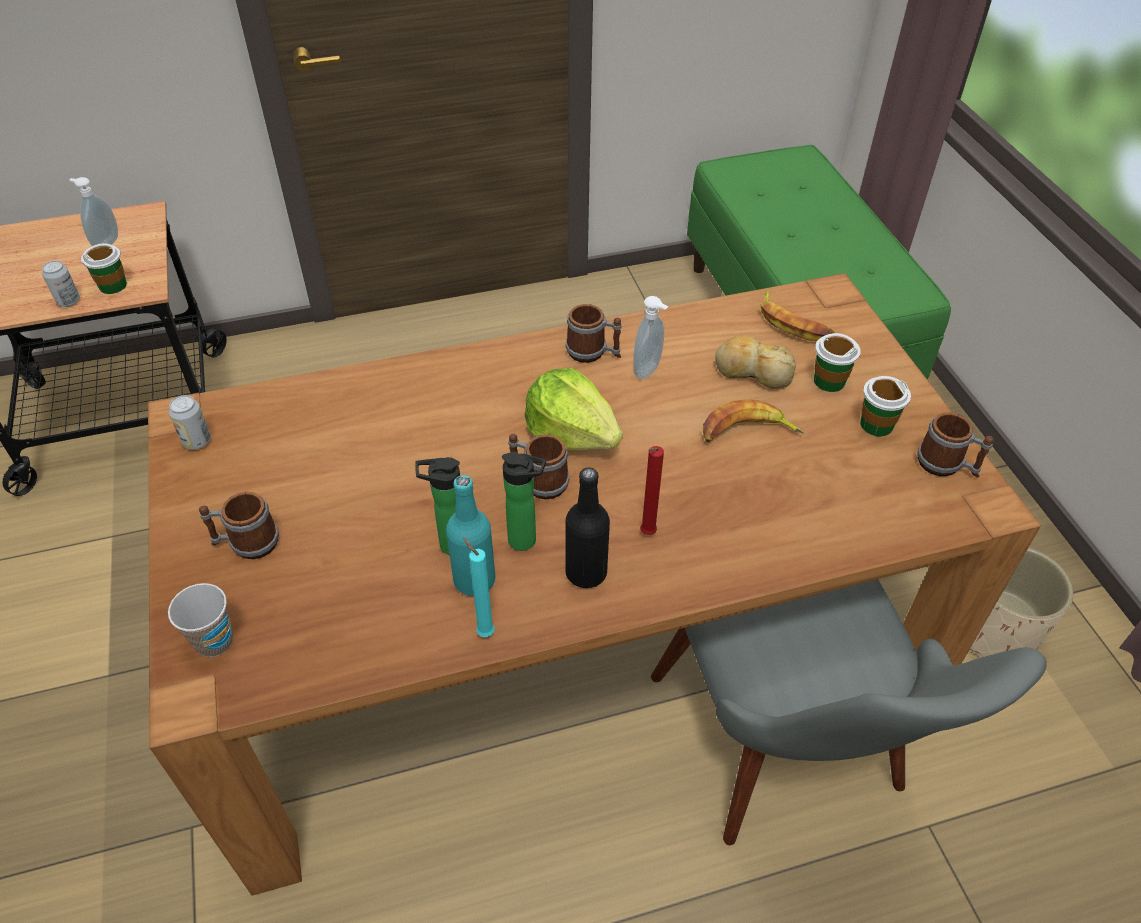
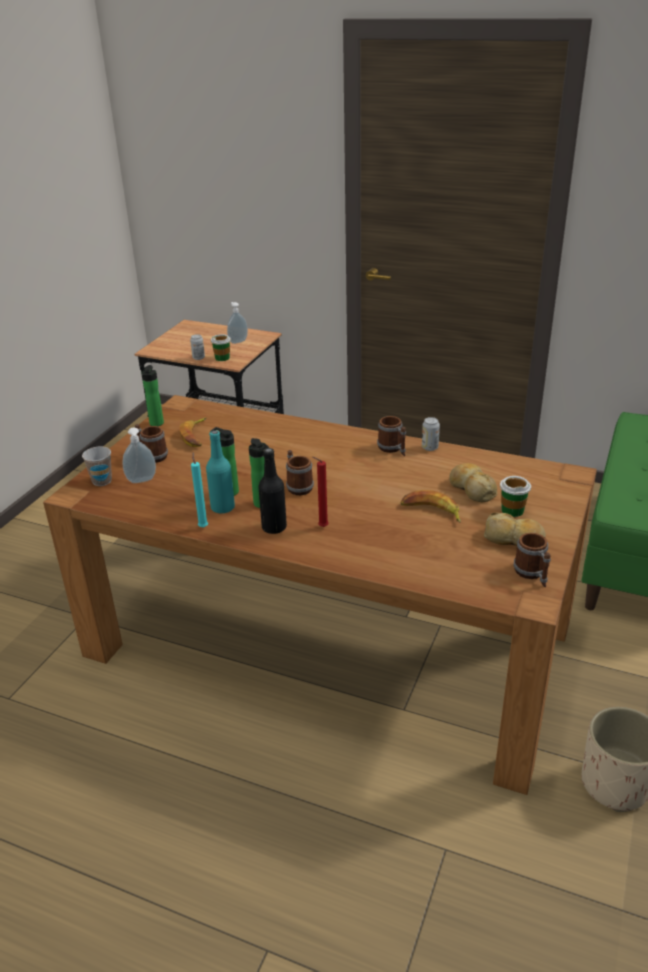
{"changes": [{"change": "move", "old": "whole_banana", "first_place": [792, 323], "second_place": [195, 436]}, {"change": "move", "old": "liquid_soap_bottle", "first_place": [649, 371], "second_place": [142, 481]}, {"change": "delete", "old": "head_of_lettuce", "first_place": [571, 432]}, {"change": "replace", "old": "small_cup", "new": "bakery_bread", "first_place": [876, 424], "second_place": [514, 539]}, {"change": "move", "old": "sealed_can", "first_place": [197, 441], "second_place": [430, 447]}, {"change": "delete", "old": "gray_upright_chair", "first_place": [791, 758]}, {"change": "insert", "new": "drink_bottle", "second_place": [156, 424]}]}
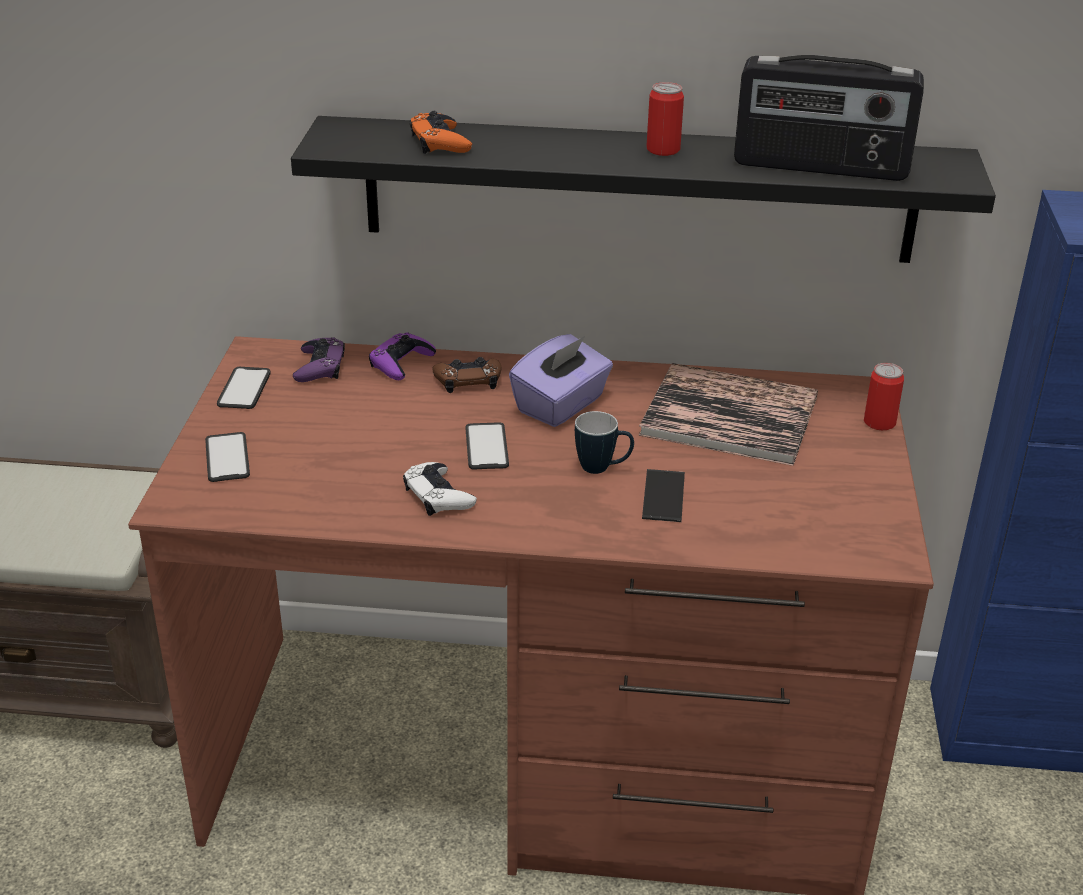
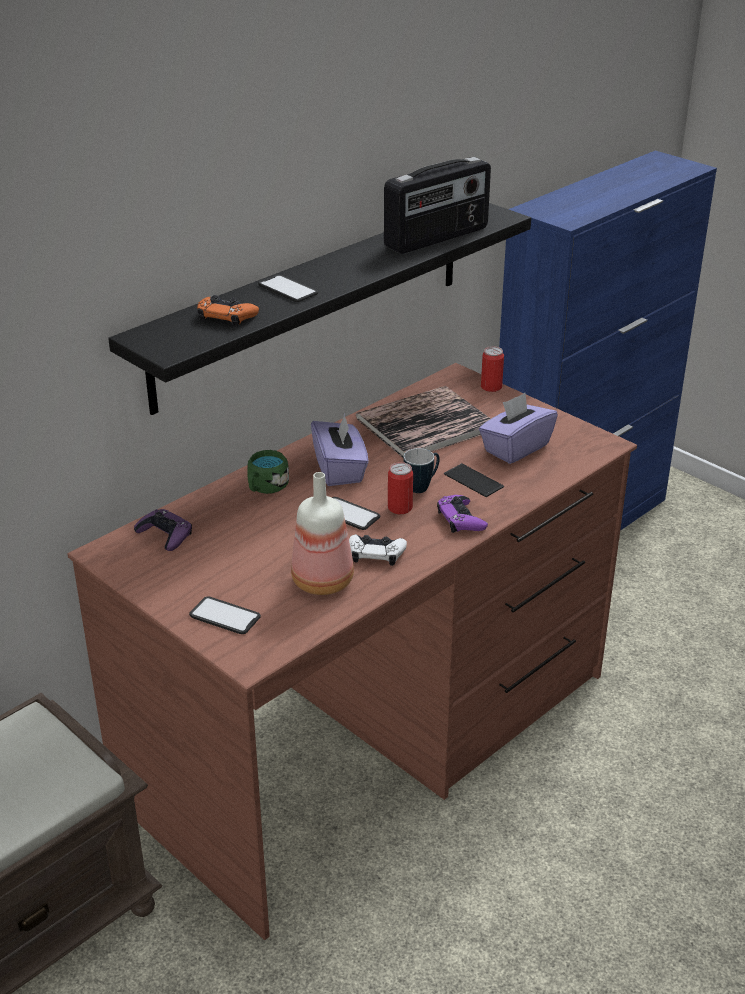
{"changes": [{"change": "move", "old": "sealed_can", "first_place": [663, 150], "second_place": [400, 508]}, {"change": "move", "old": "purple_gamepad", "first_place": [401, 363], "second_place": [461, 519]}, {"change": "replace", "old": "brown_gamepad", "new": "greenish_mug", "first_place": [468, 380], "second_place": [265, 488]}, {"change": "move", "old": "telephone", "first_place": [244, 389], "second_place": [288, 289]}, {"change": "insert", "new": "purple_tissue_holder", "second_place": [515, 448]}, {"change": "insert", "new": "drink_bottle", "second_place": [323, 580]}]}
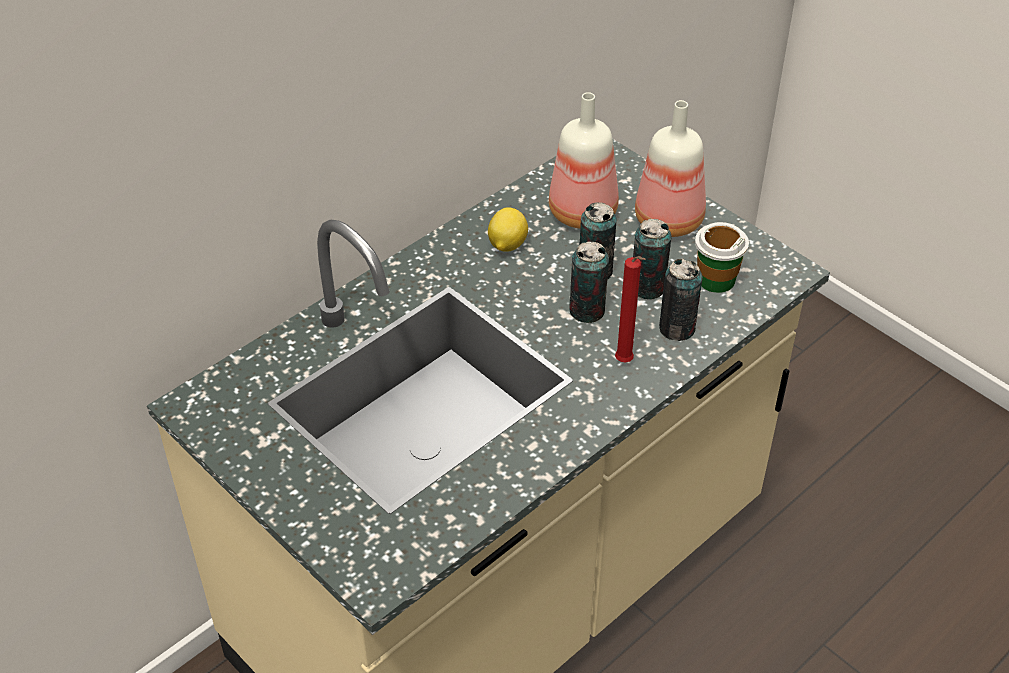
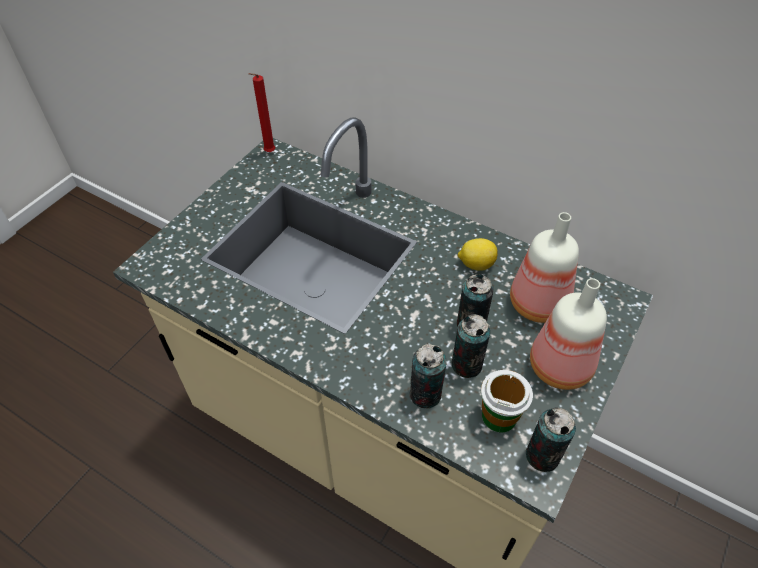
{"changes": [{"change": "move", "old": "sealed_can", "first_place": [587, 311], "second_place": [542, 456]}, {"change": "move", "old": "red-coloured_wax_light", "first_place": [625, 363], "second_place": [268, 153]}]}
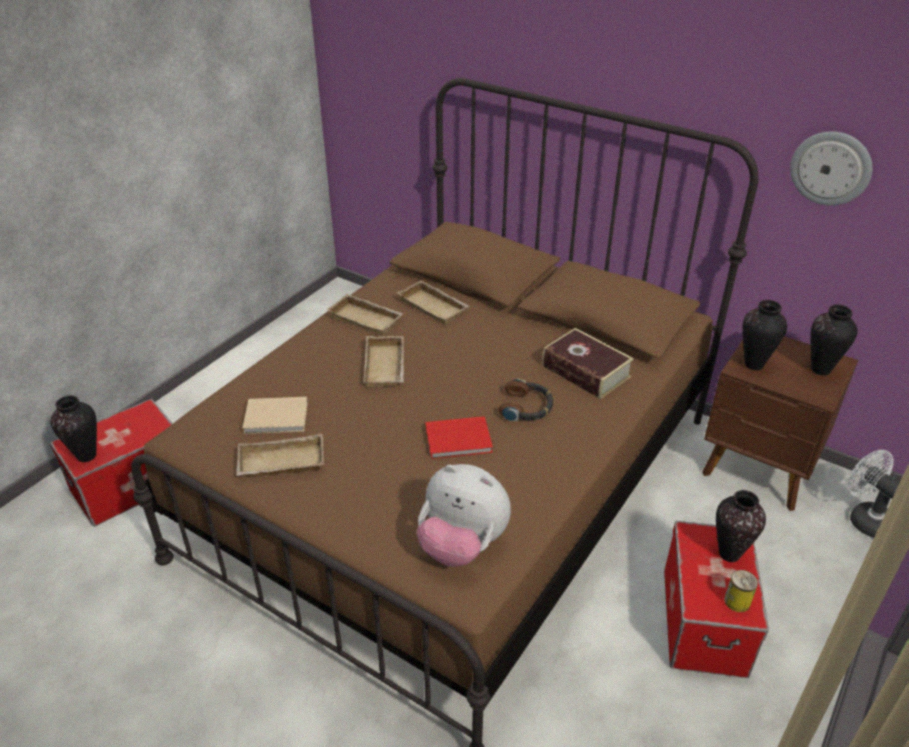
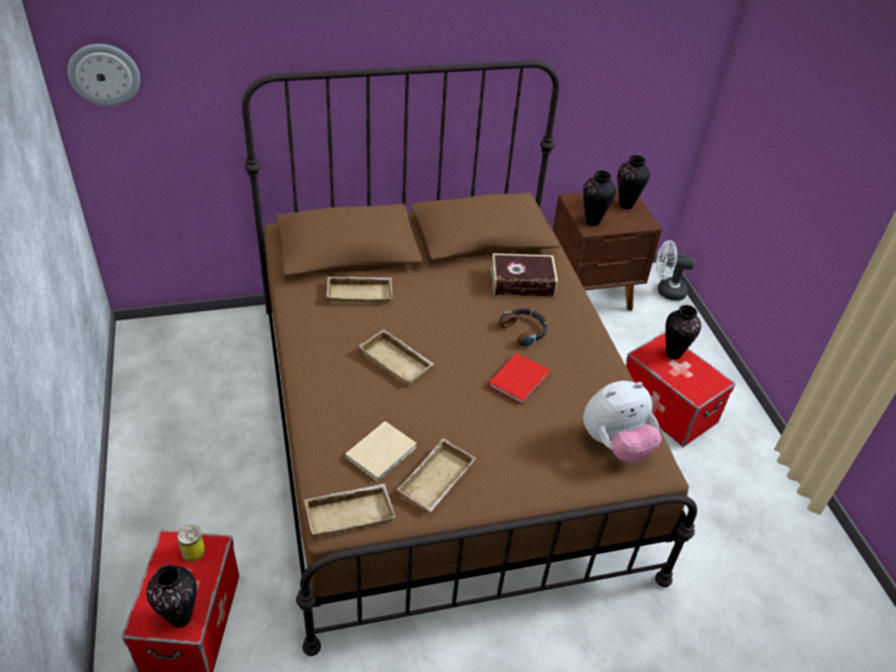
{"changes": [{"change": "move", "old": "hanging_clock", "first_place": [831, 168], "second_place": [104, 74]}, {"change": "move", "old": "beige_serving_tray", "first_place": [367, 318], "second_place": [350, 512]}, {"change": "move", "old": "sealed_can", "first_place": [737, 601], "second_place": [193, 552]}]}
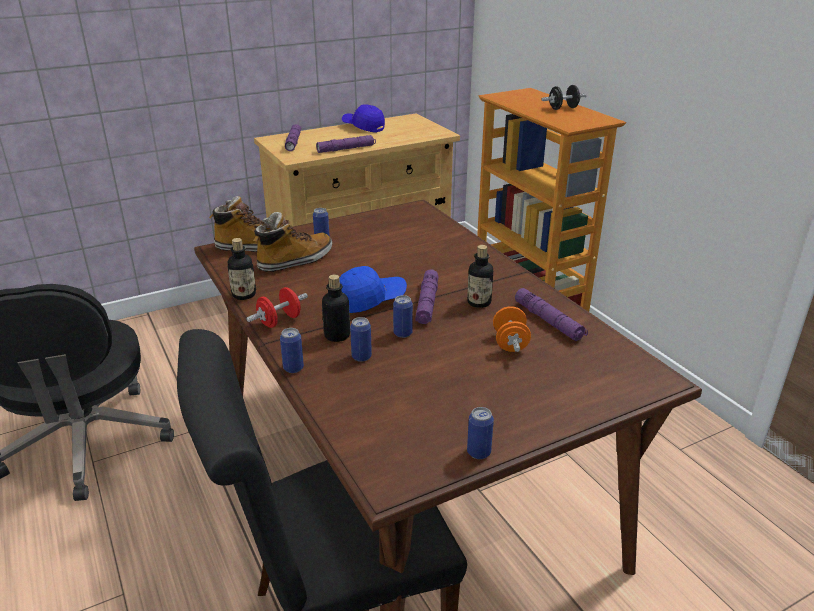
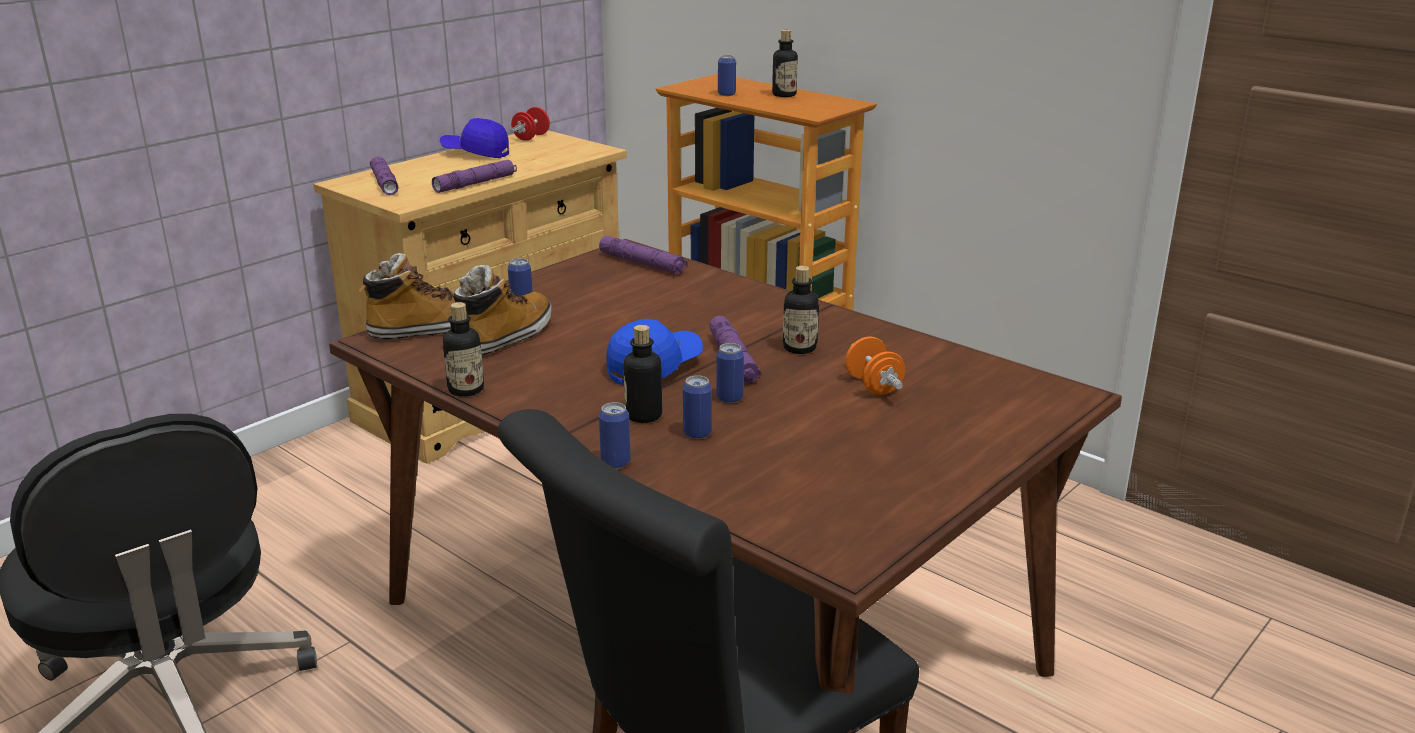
{"changes": [{"change": "replace", "old": "black_hand_weight", "new": "drink_bottle", "first_place": [563, 108], "second_place": [784, 95]}, {"change": "move", "old": "red-coloured_hand_weight", "first_place": [279, 321], "second_place": [531, 137]}, {"change": "move", "old": "purple_torch", "first_place": [548, 321], "second_place": [642, 264]}, {"change": "move", "old": "sealed_can", "first_place": [478, 452], "second_place": [726, 94]}]}
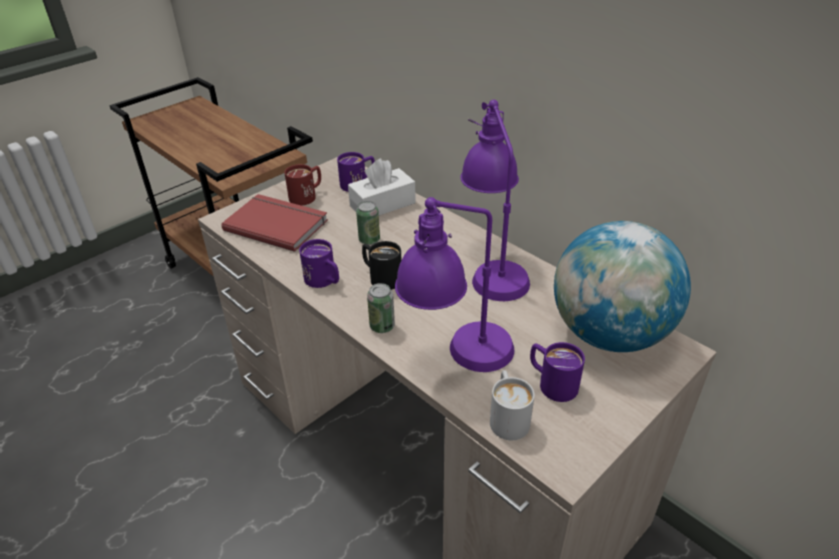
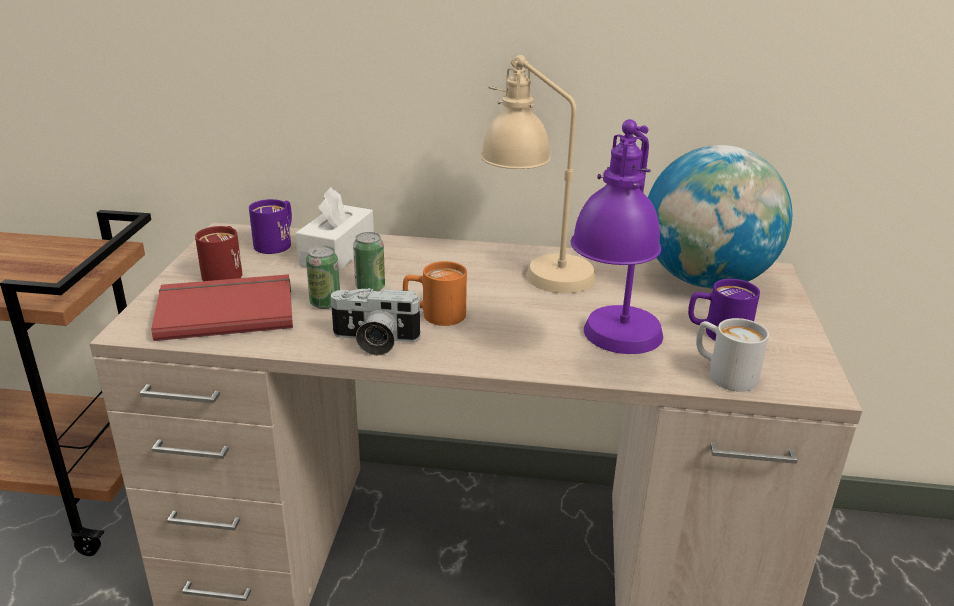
{"changes": [{"change": "recolor", "old": "purple_table_lamp", "new": "beige_table_lamp", "first_place": [491, 267], "second_place": [534, 268]}, {"change": "replace", "old": "purple_mug", "new": "still_camera", "first_place": [324, 281], "second_place": [374, 341]}, {"change": "recolor", "old": "black_mug", "new": "orange_mug", "first_place": [380, 277], "second_place": [434, 315]}, {"change": "move", "old": "sealed_can", "first_place": [382, 326], "second_place": [325, 303]}]}
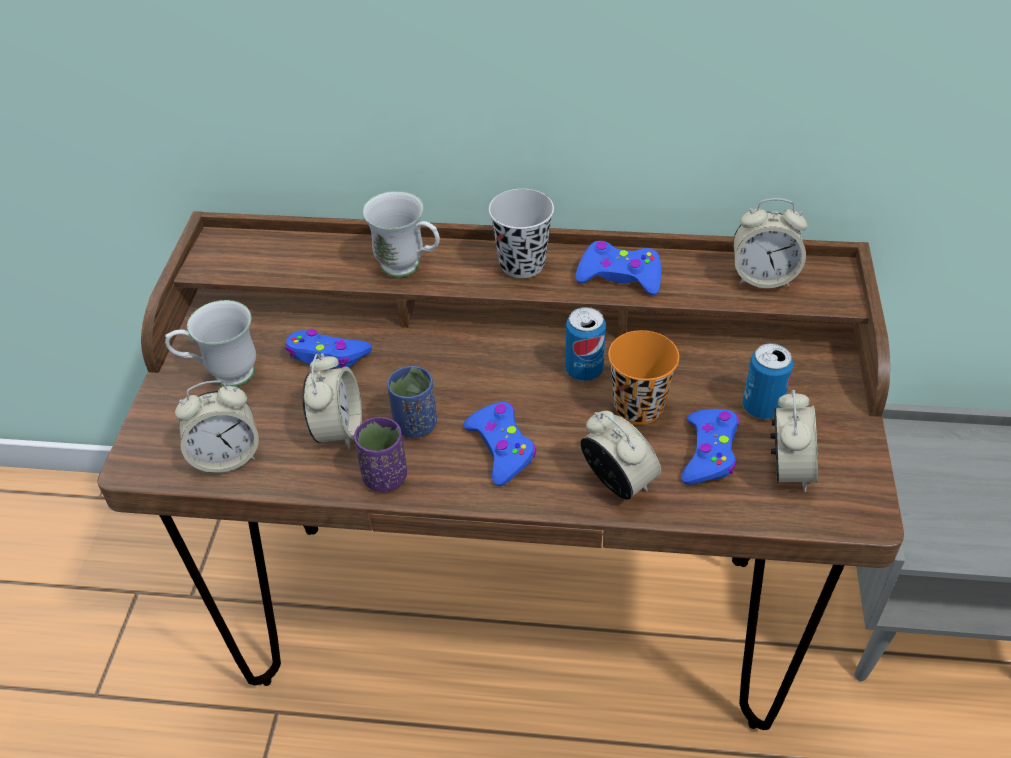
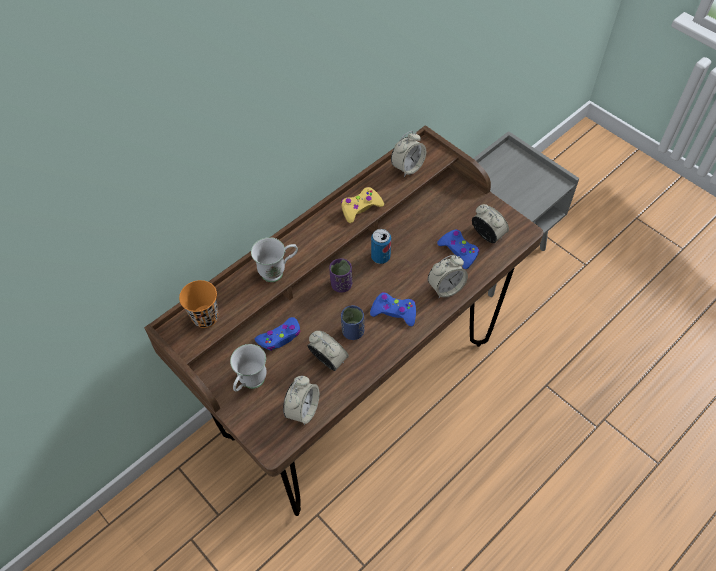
{"changes": [{"change": "delete", "old": "black_small_cup", "first_place": [522, 264]}, {"change": "recolor", "old": "blue_gamepad", "new": "yellow-coloured_gamepad", "first_place": [619, 276], "second_place": [360, 208]}, {"change": "move", "old": "orange_small_cup", "first_place": [638, 407], "second_place": [205, 317]}, {"change": "delete", "old": "sealed_can", "first_place": [761, 407]}, {"change": "rotate", "old": "alarm_clock", "first_place": [618, 482], "second_place": [445, 288], "degrees": 150}, {"change": "move", "old": "purple_small_cup", "first_place": [385, 477], "second_place": [341, 285]}]}
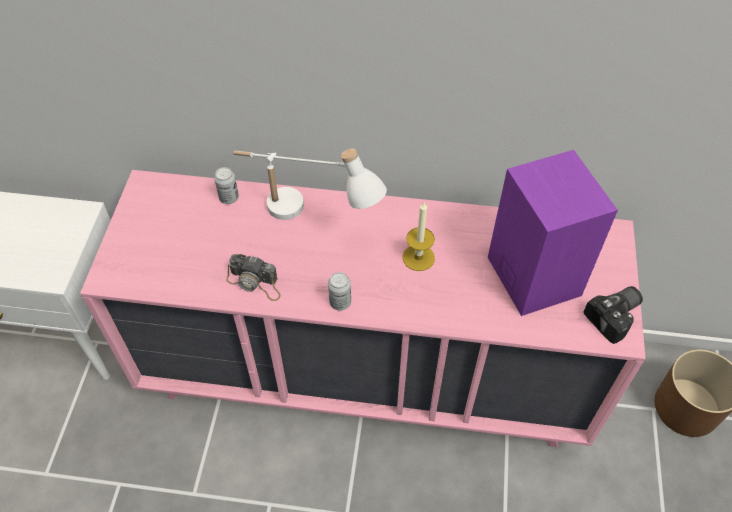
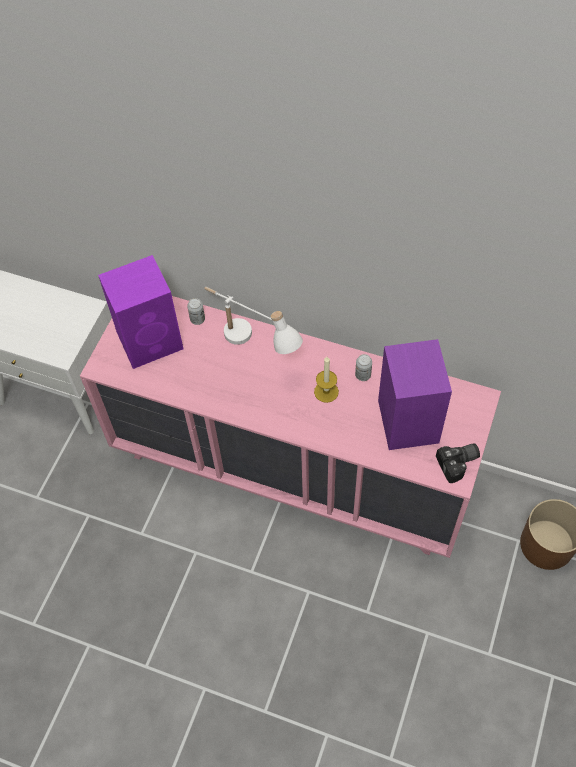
{"changes": [{"change": "delete", "old": "still_camera", "first_place": [255, 283]}, {"change": "move", "old": "sealed_can", "first_place": [340, 302], "second_place": [363, 375]}, {"change": "insert", "new": "purple_loudspeaker", "second_place": [151, 340]}]}
